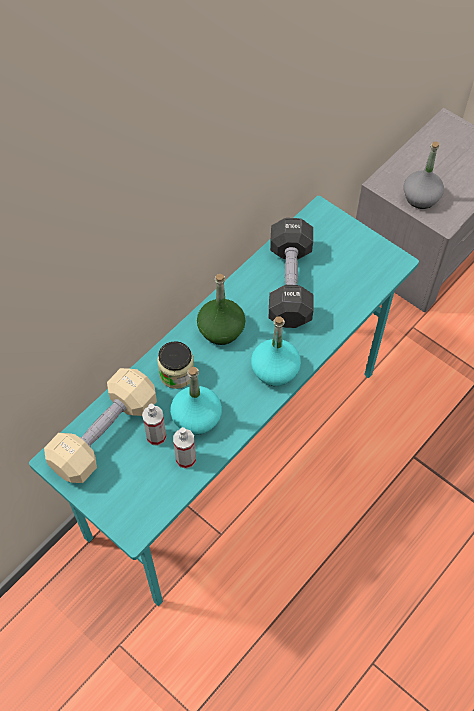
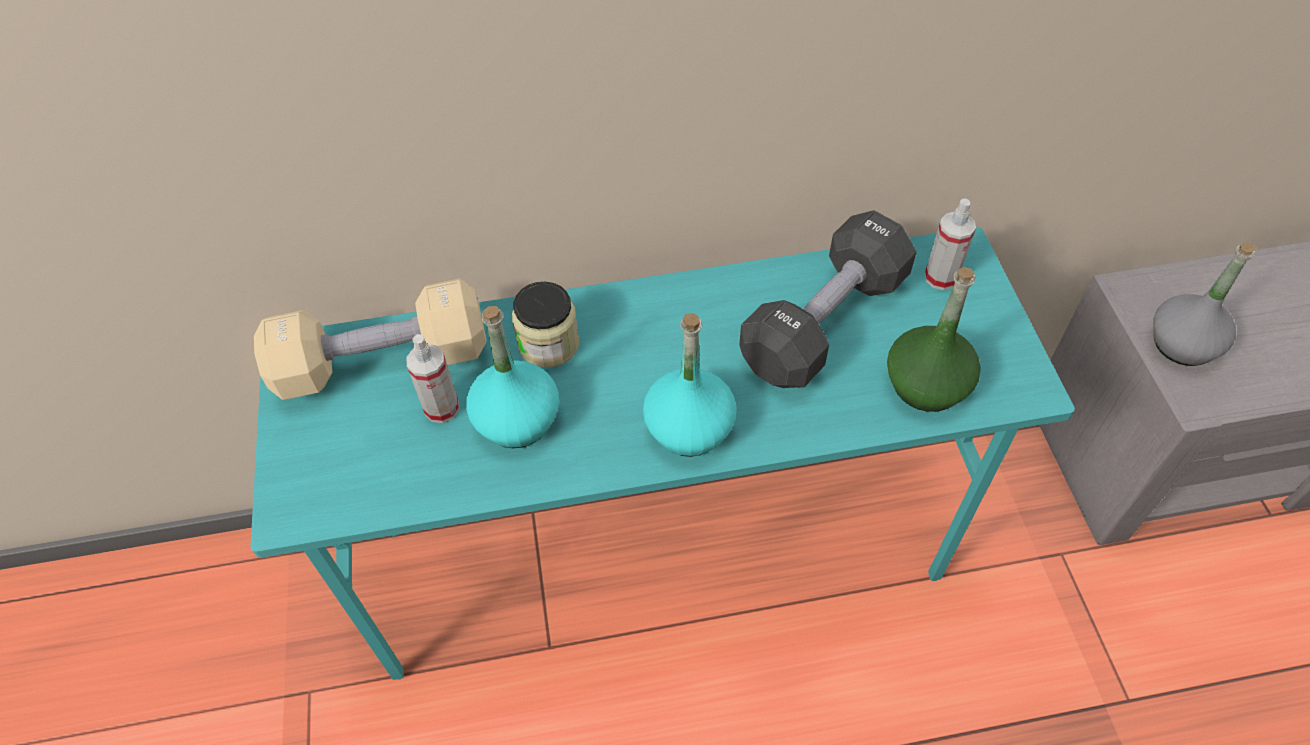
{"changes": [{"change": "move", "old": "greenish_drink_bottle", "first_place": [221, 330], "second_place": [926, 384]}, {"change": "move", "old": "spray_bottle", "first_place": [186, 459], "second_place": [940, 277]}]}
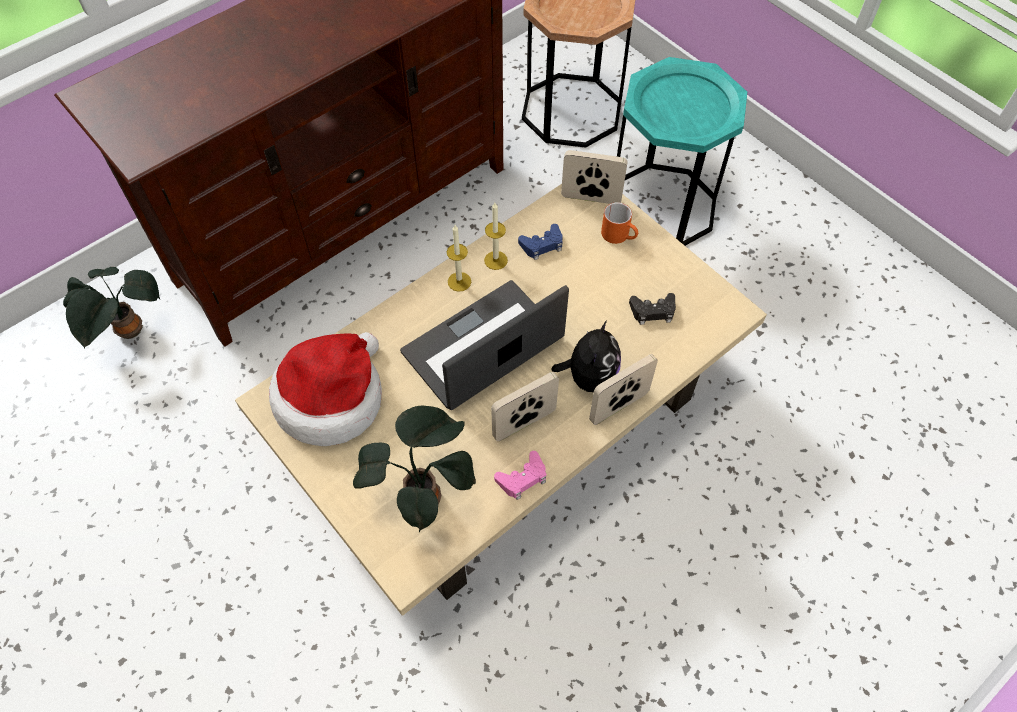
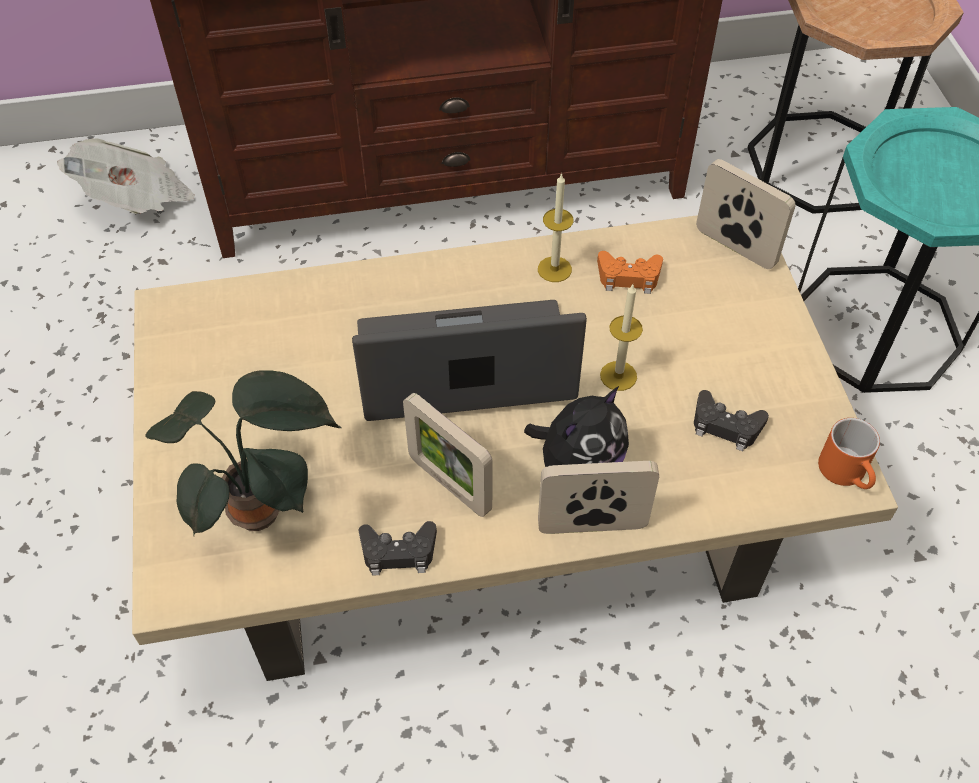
{"changes": [{"change": "move", "old": "orange_mug", "first_place": [620, 235], "second_place": [848, 474]}, {"change": "recolor", "old": "blue_gamepad", "new": "orange_gamepad", "first_place": [542, 245], "second_place": [628, 277]}, {"change": "move", "old": "wax_light", "first_place": [459, 281], "second_place": [618, 376]}, {"change": "replace", "old": "plant_in_a_pot", "new": "daily_paper", "first_place": [129, 333], "second_place": [137, 199]}, {"change": "delete", "old": "wearable_hat", "first_place": [331, 397]}, {"change": "rotate", "old": "standing_frame", "first_place": [524, 423], "second_place": [449, 484], "degrees": -135}, {"change": "recolor", "old": "pink_gamepad", "new": "black_gamepad", "first_place": [522, 478], "second_place": [398, 552]}]}
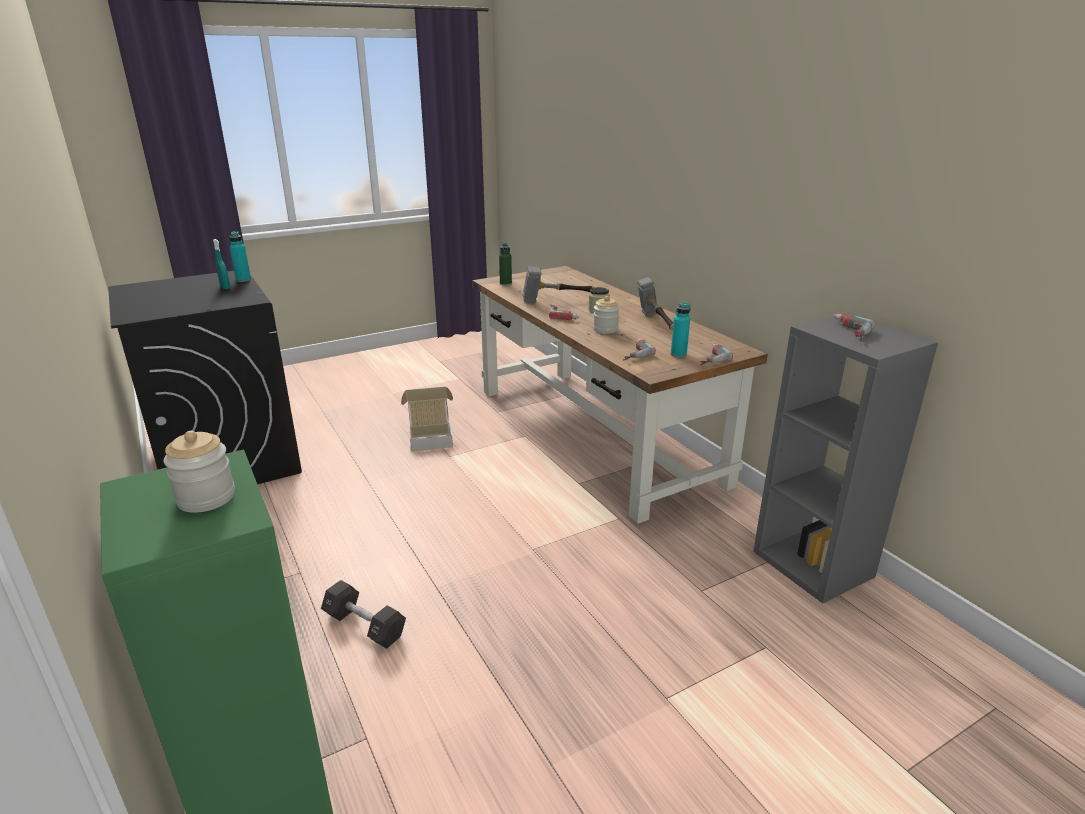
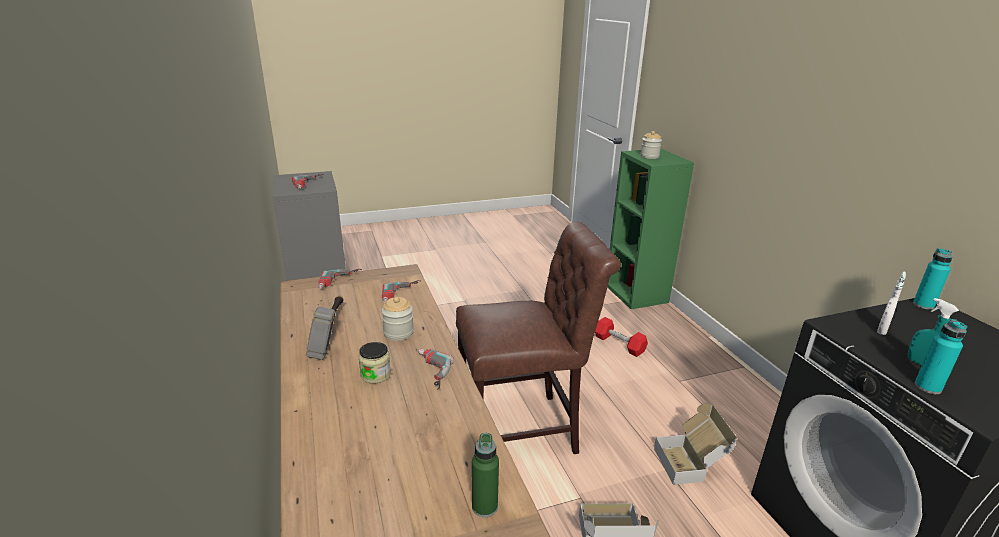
{"changes": [{"change": "delete", "old": "tool_hammer", "first_place": [556, 300]}, {"change": "move", "old": "turquoise_drink_bottle", "first_place": [678, 354], "second_place": [923, 305]}, {"change": "recolor", "old": "black_hand_weight", "new": "red-coloured_hand_weight", "first_place": [364, 625], "second_place": [619, 344]}, {"change": "insert", "new": "brown_upright_chair", "second_place": [524, 429]}, {"change": "insert", "new": "white-coloured_spray_bottle", "second_place": [882, 330]}, {"change": "insert", "new": "cardboard_box", "second_place": [690, 463]}]}
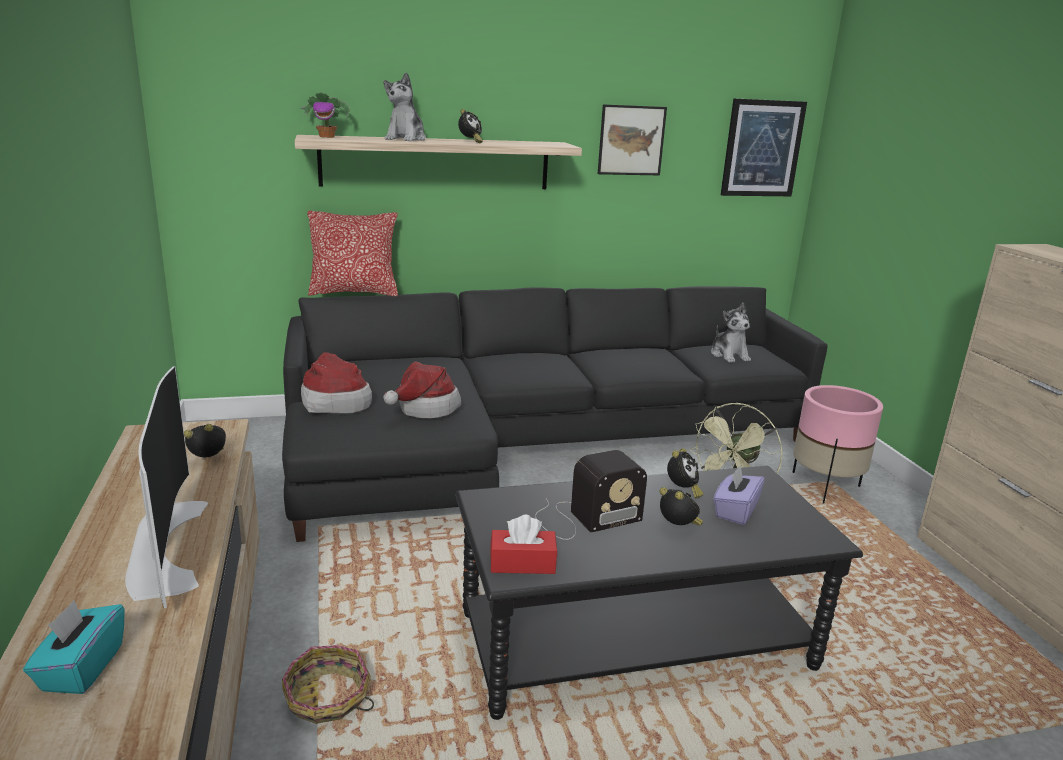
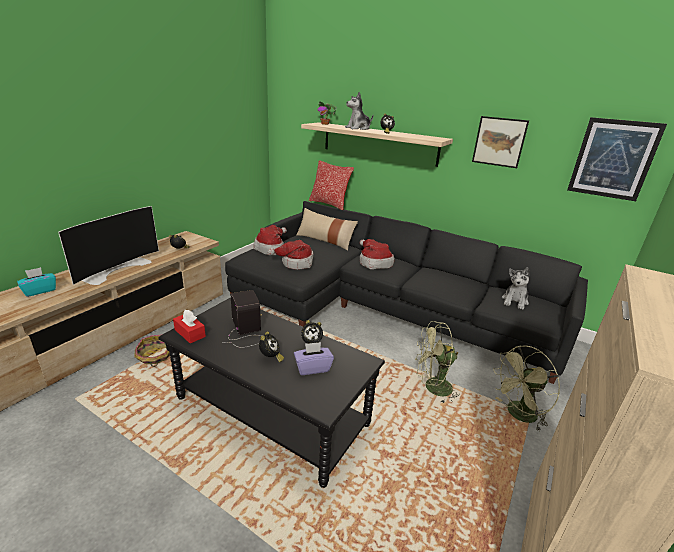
{"changes": [{"change": "replace", "old": "pink_plant_pot", "new": "greenish_cooling_fan", "first_place": [825, 487], "second_place": [517, 415]}, {"change": "rotate", "old": "radio_receiver", "first_place": [584, 518], "second_place": [246, 331], "degrees": -135}, {"change": "insert", "new": "beige_throw_pillow", "second_place": [325, 240]}, {"change": "insert", "new": "wearable_hat", "second_place": [374, 262]}]}
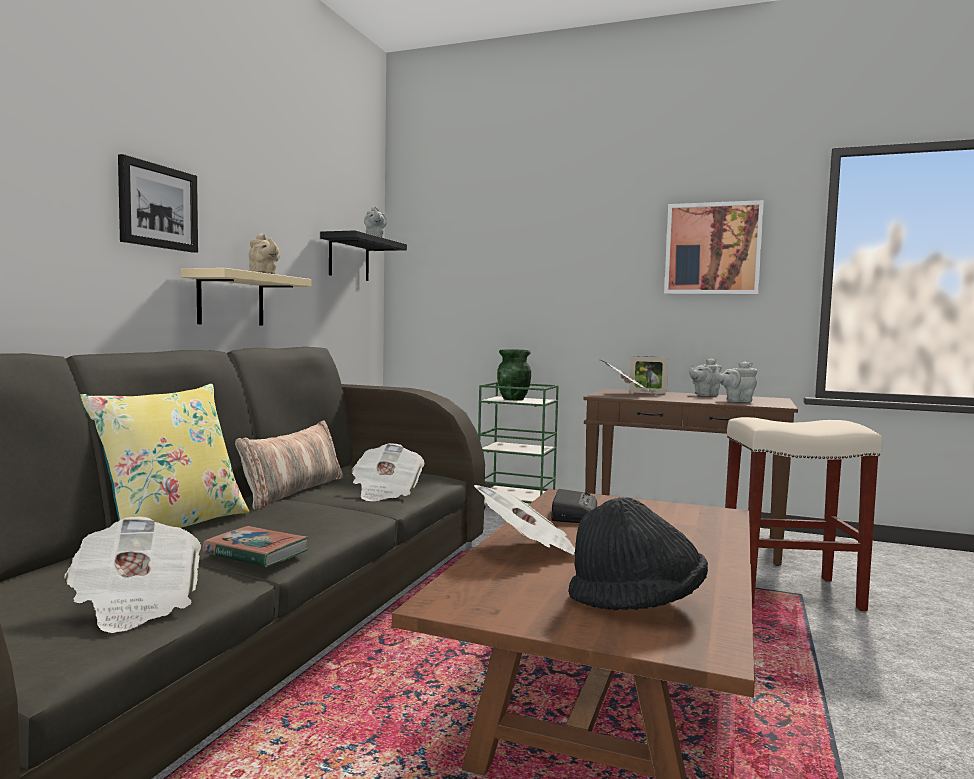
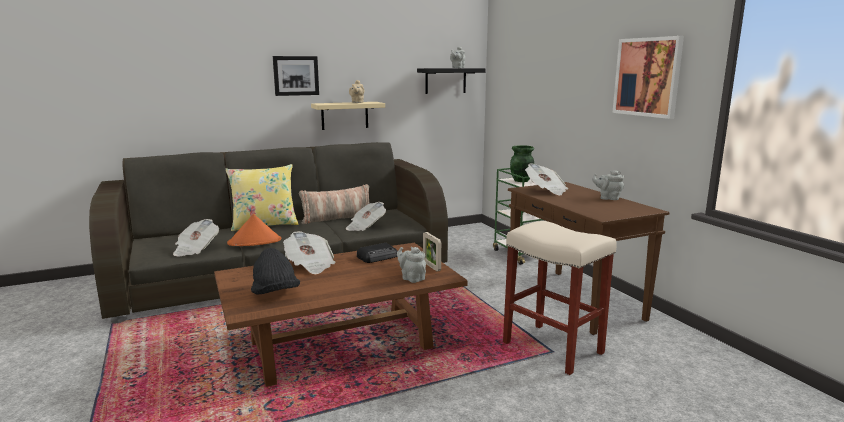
{"changes": [{"change": "move", "old": "standing_frame", "first_place": [647, 393], "second_place": [431, 266]}, {"change": "move", "old": "gray_tea_pot", "first_place": [736, 401], "second_place": [411, 278]}, {"change": "replace", "old": "volume", "new": "orange_wearable_hat", "first_place": [256, 553], "second_place": [255, 242]}]}
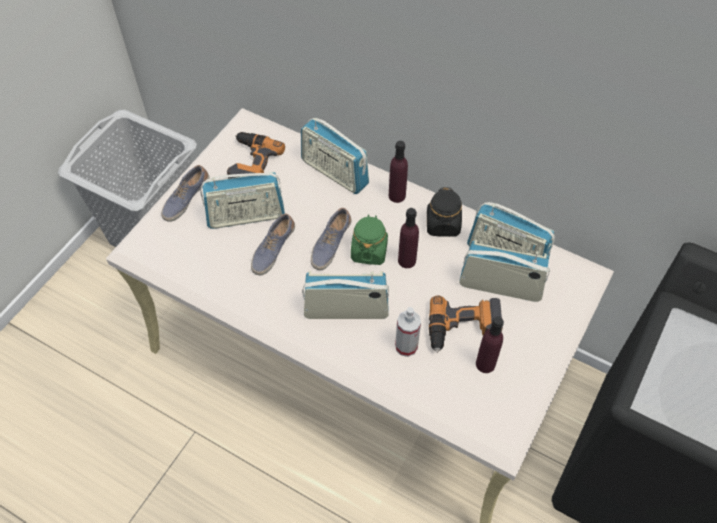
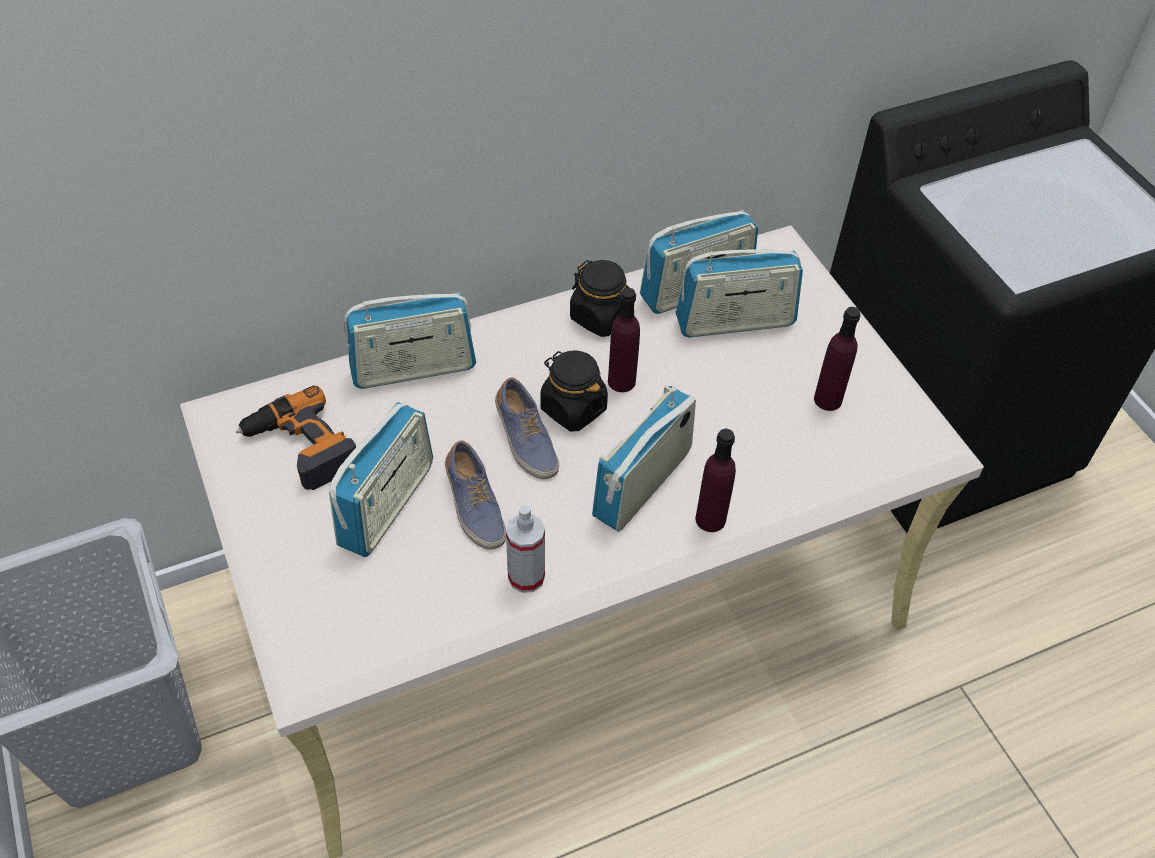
{"changes": [{"change": "move", "old": "purple_drink_bottle", "first_place": [397, 196], "second_place": [710, 519]}, {"change": "delete", "old": "item_of_footwear", "first_place": [185, 199]}, {"change": "recolor", "old": "greenish_preserve_jar", "new": "black_preserve_jar", "first_place": [369, 251], "second_place": [573, 408]}, {"change": "rotate", "old": "radio_receiver", "first_place": [500, 286], "second_place": [735, 322], "degrees": -150}, {"change": "delete", "old": "electric_drill", "first_place": [463, 329]}, {"change": "move", "old": "spray_bottle", "first_place": [406, 346], "second_place": [526, 577]}]}
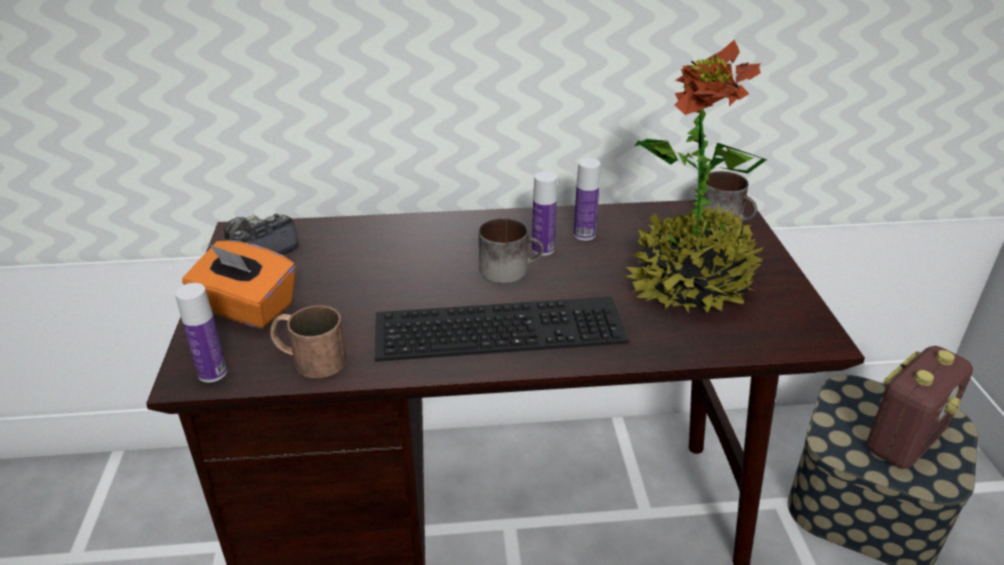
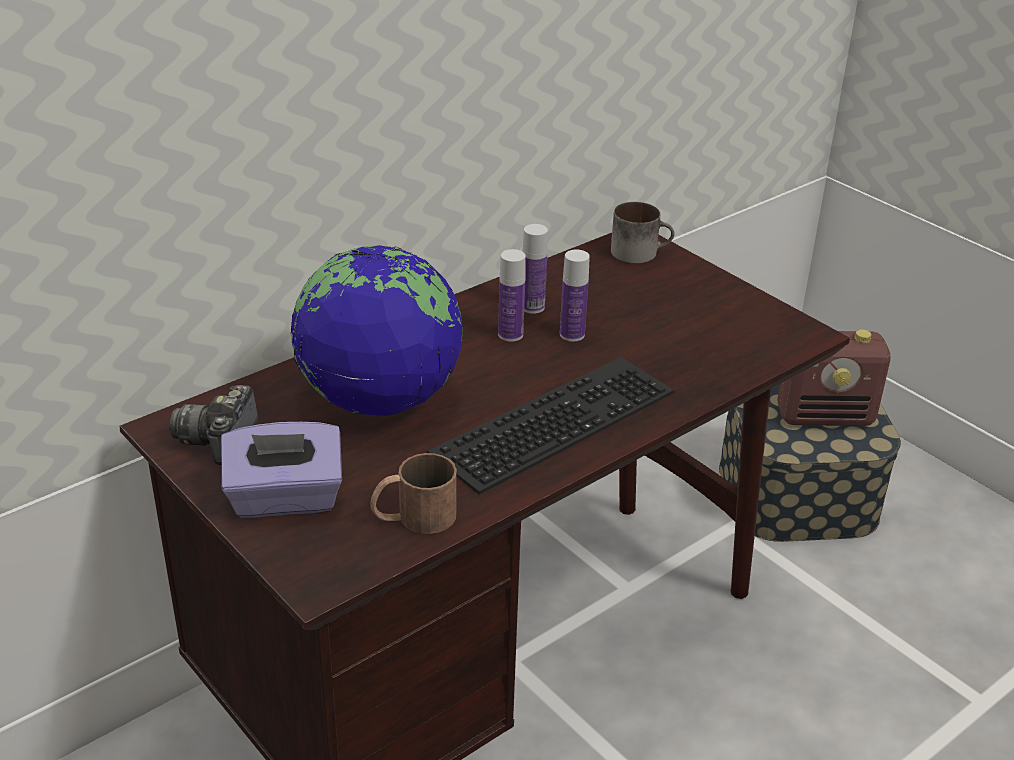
{"changes": [{"change": "delete", "old": "plant_in_a_pot", "first_place": [690, 283]}, {"change": "delete", "old": "mug", "first_place": [509, 269]}, {"change": "recolor", "old": "orange_tissue_holder", "new": "purple_tissue_holder", "first_place": [246, 308], "second_place": [285, 499]}, {"change": "move", "old": "drink_bottle", "first_place": [212, 373], "second_place": [572, 334]}, {"change": "rotate", "old": "radio_receiver", "first_place": [904, 440], "second_place": [825, 416], "degrees": 75}, {"change": "insert", "new": "globe", "second_place": [379, 400]}]}
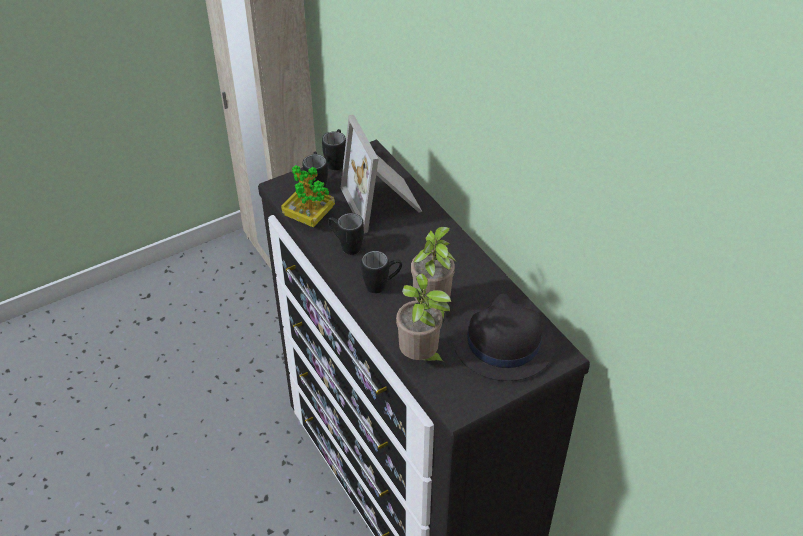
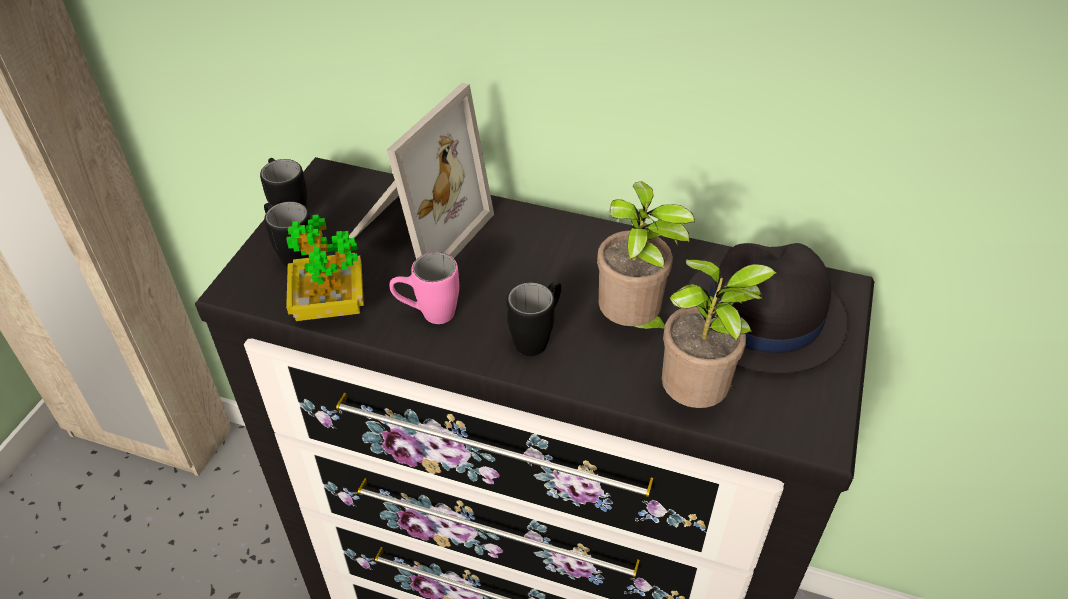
{"changes": [{"change": "rotate", "old": "standing_frame", "first_place": [383, 202], "second_place": [415, 229], "degrees": -90}, {"change": "recolor", "old": "black_mug", "new": "pink_mug", "first_place": [346, 246], "second_place": [428, 314]}]}
